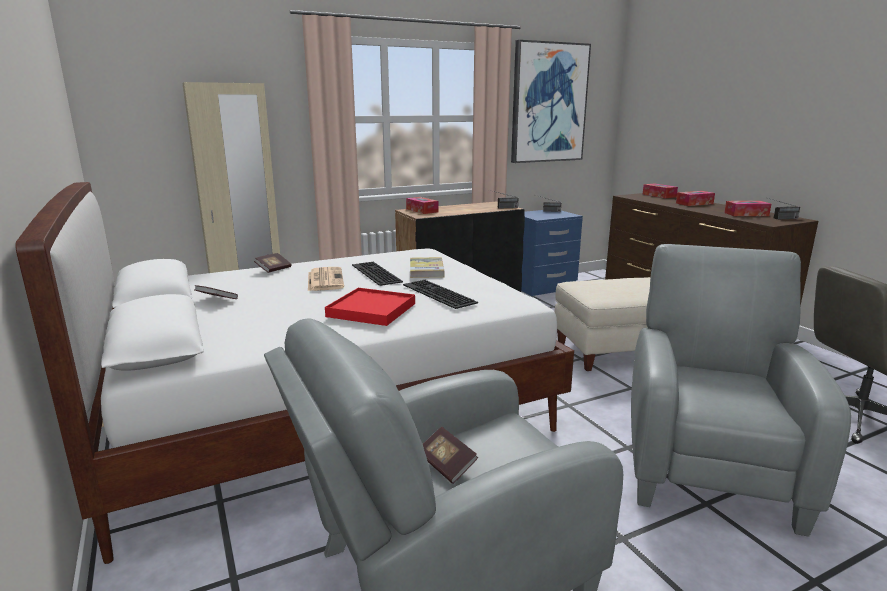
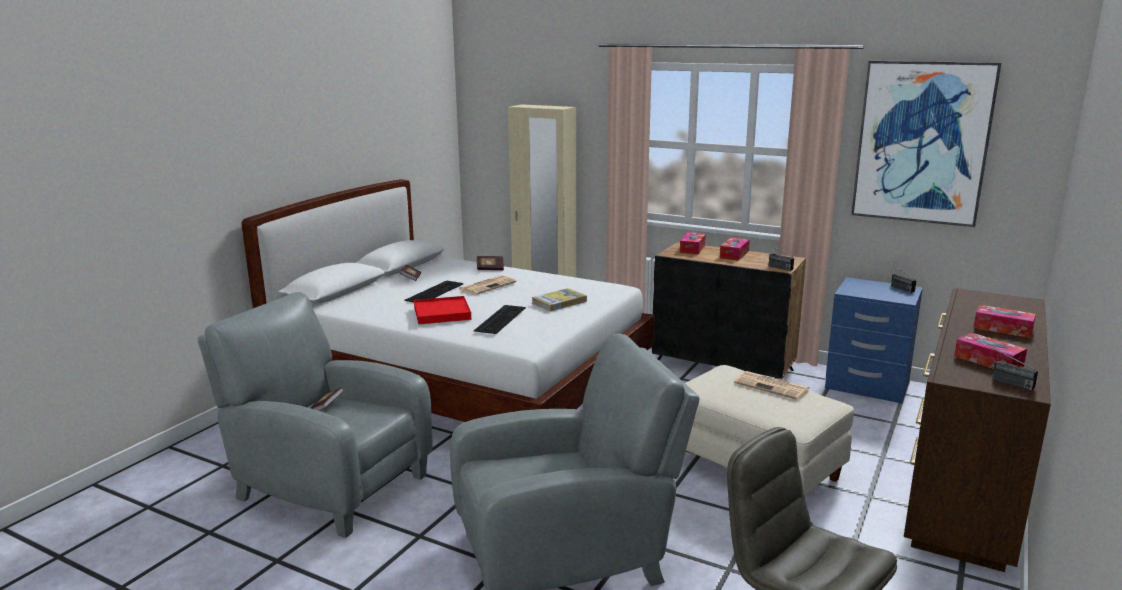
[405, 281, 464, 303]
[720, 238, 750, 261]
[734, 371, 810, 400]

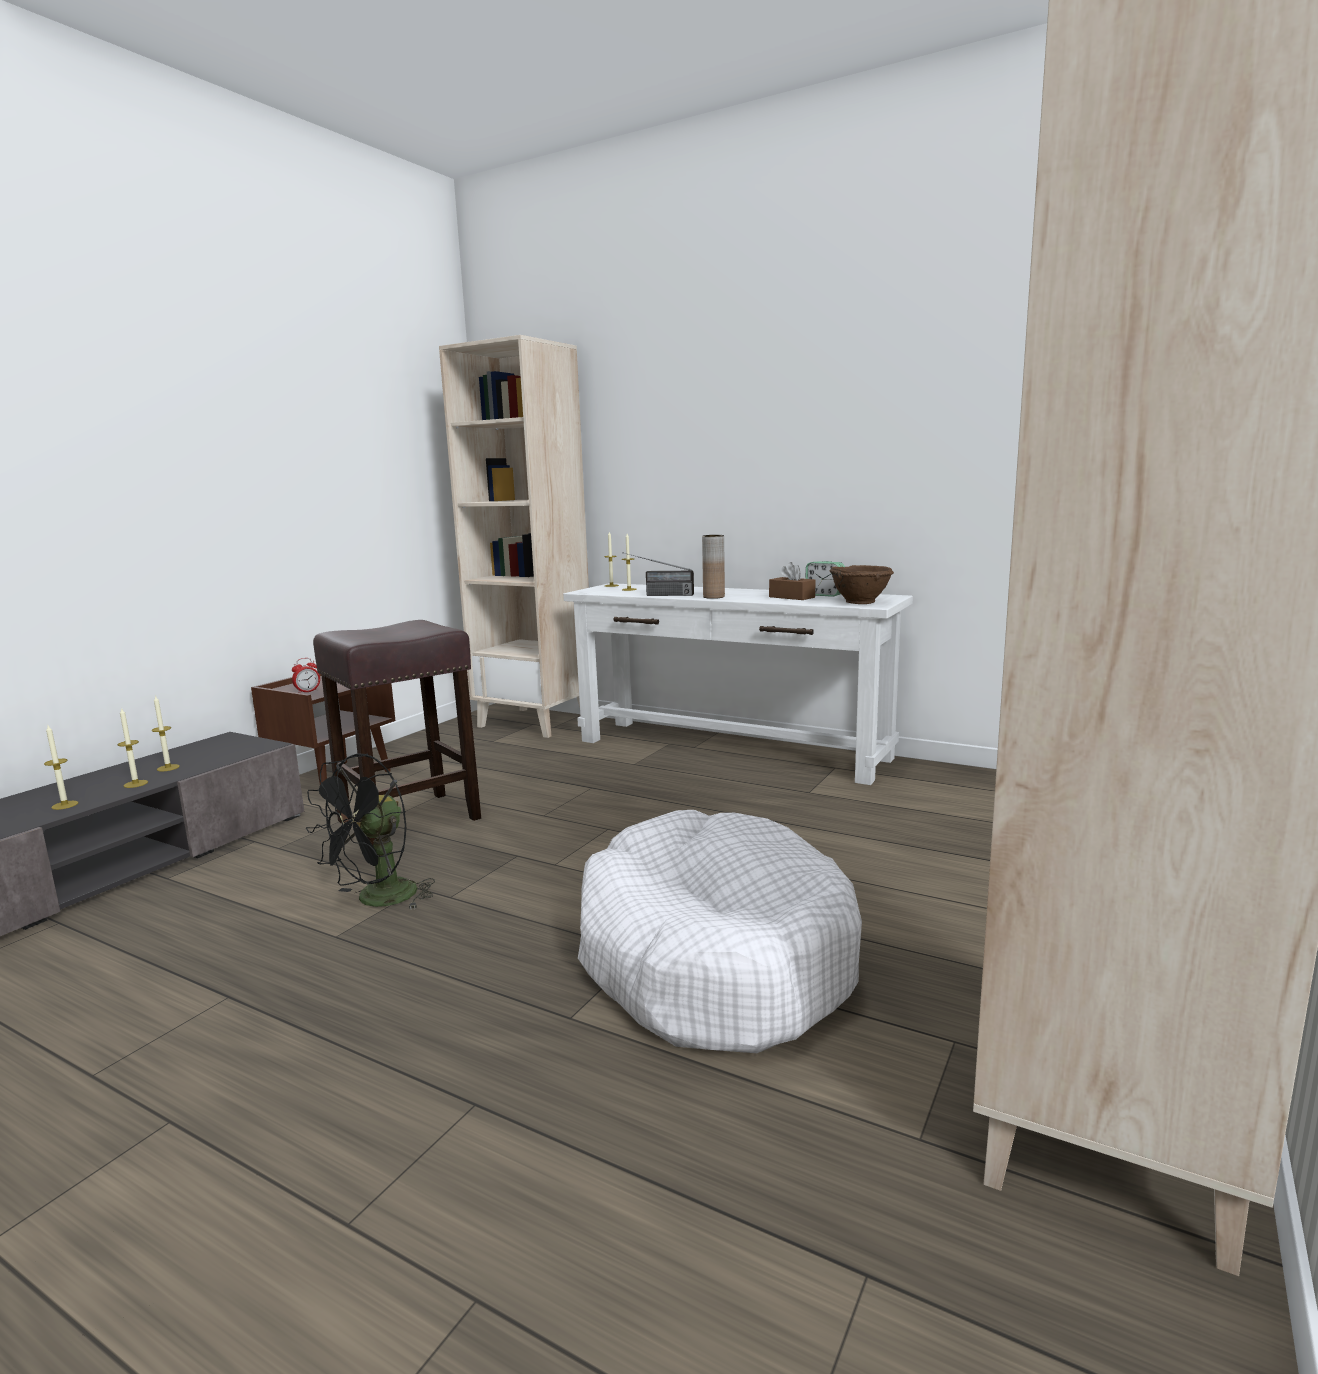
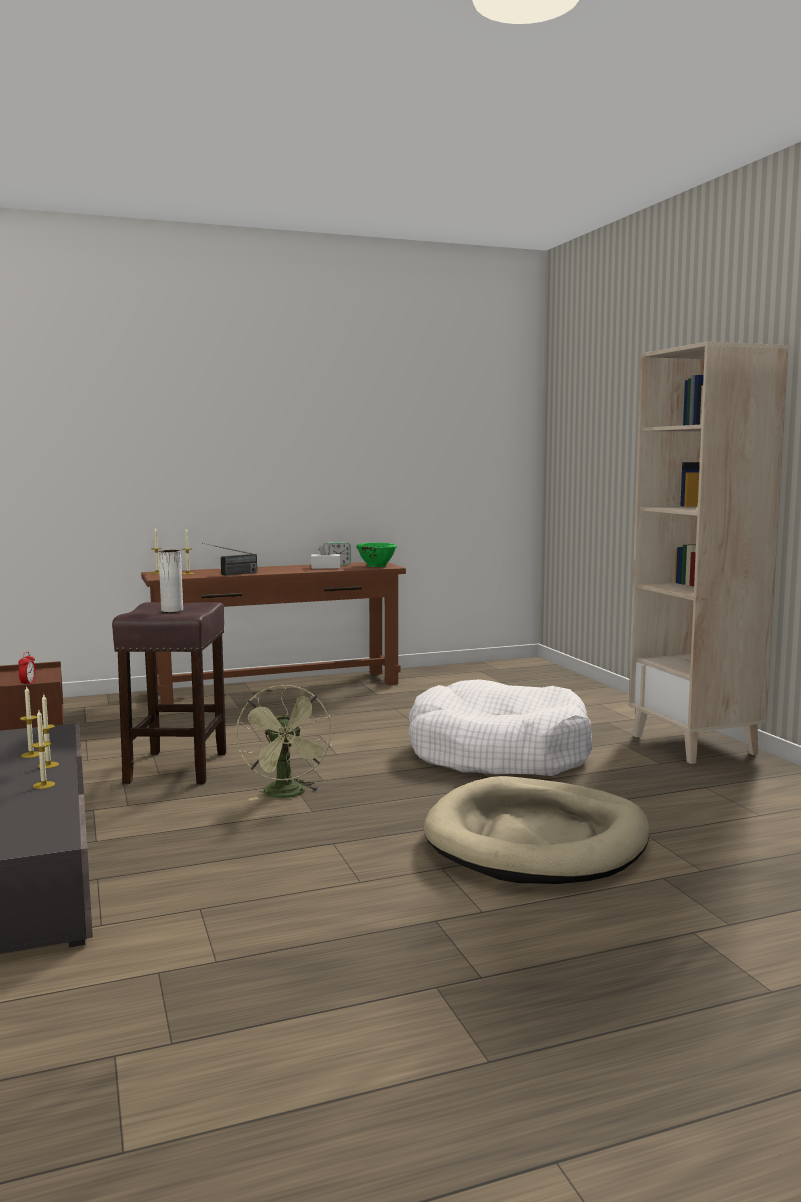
[141, 562, 406, 704]
[159, 550, 183, 612]
[236, 685, 331, 800]
[311, 543, 341, 569]
[356, 543, 397, 567]
[424, 776, 649, 884]
[439, 335, 589, 738] (first image)
[702, 535, 725, 599] (first image)

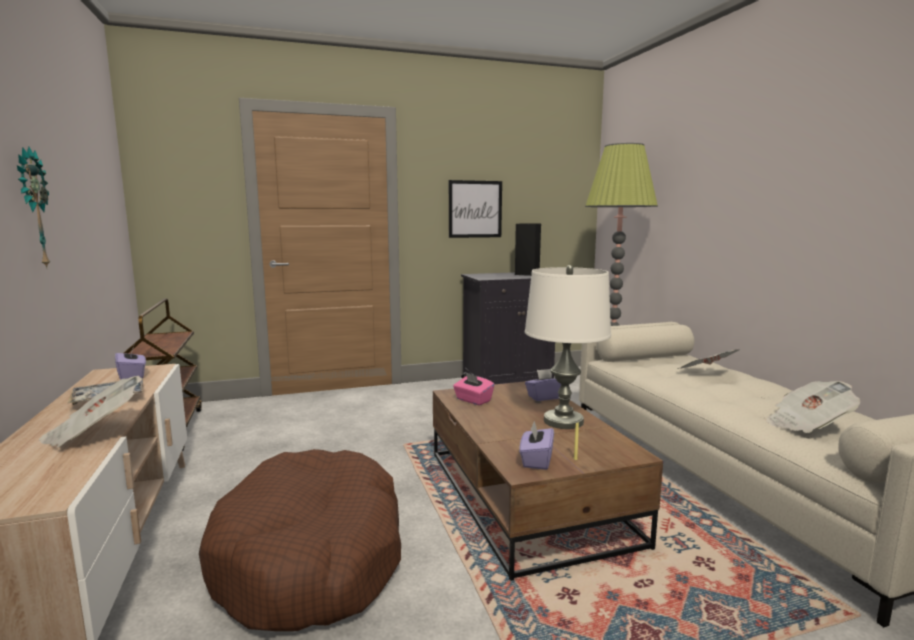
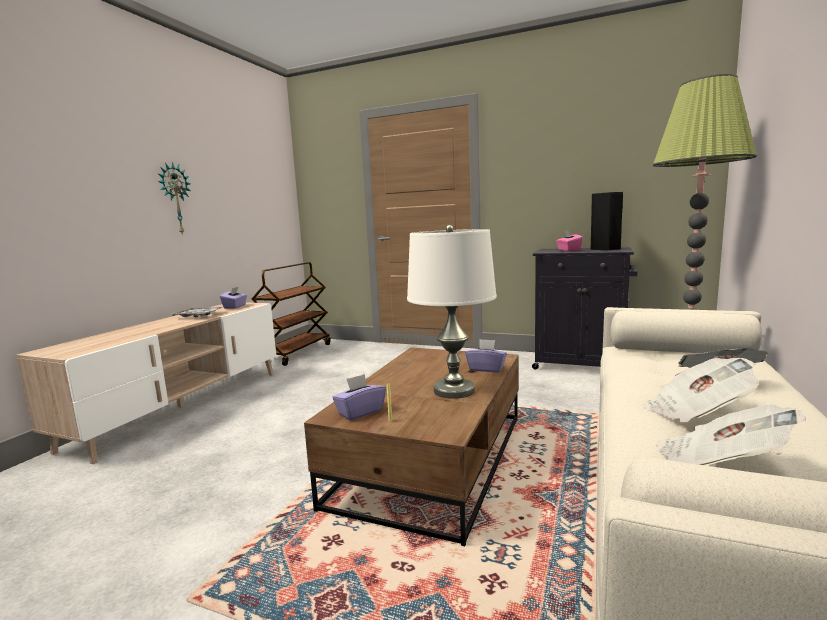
[556, 230, 583, 252]
[644, 358, 759, 422]
[199, 449, 401, 631] (first image)
[449, 180, 502, 238] (first image)

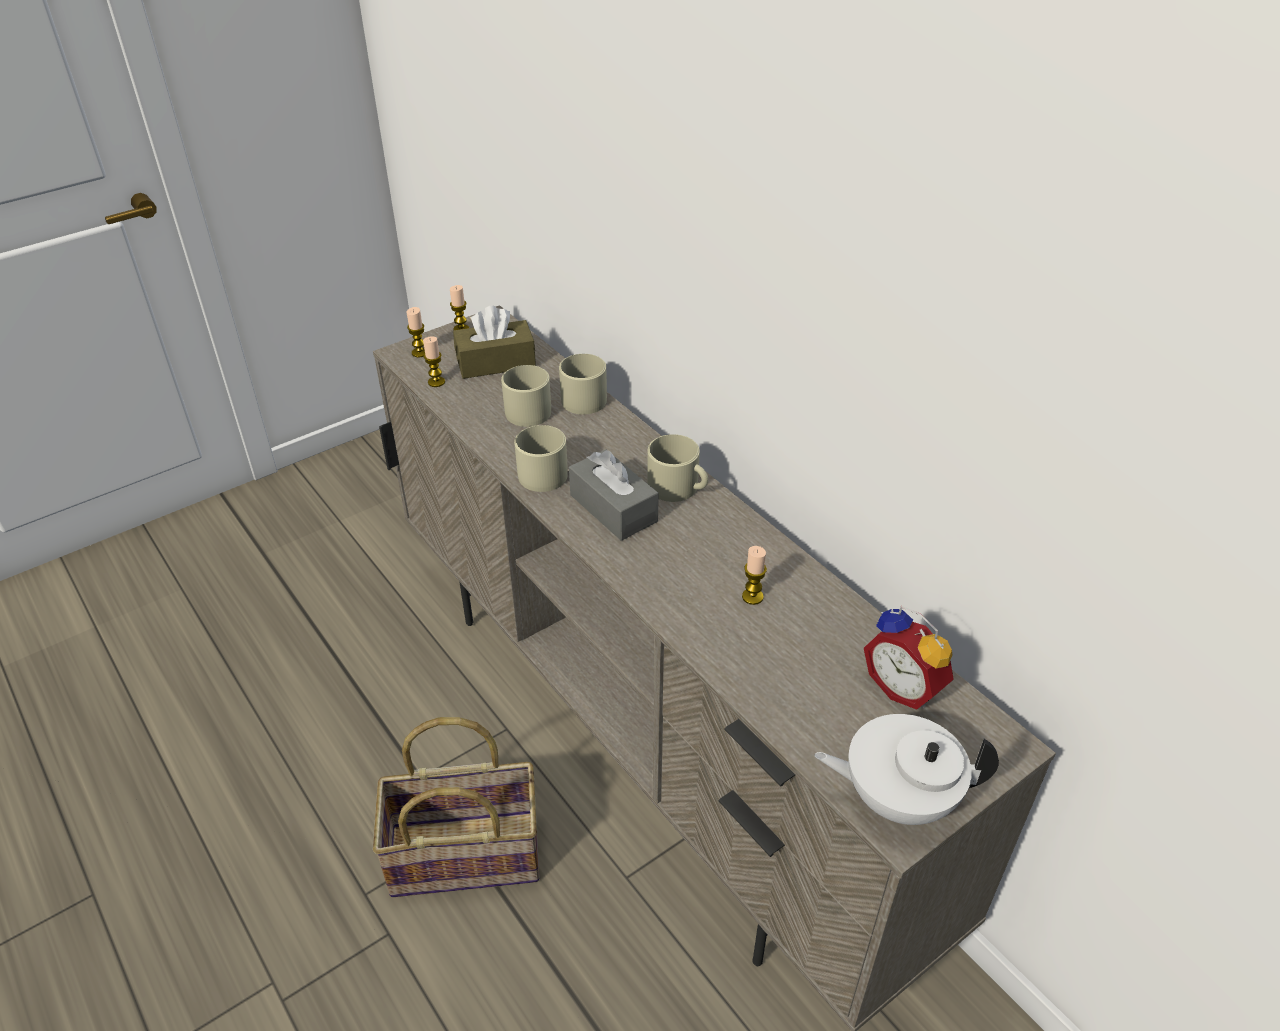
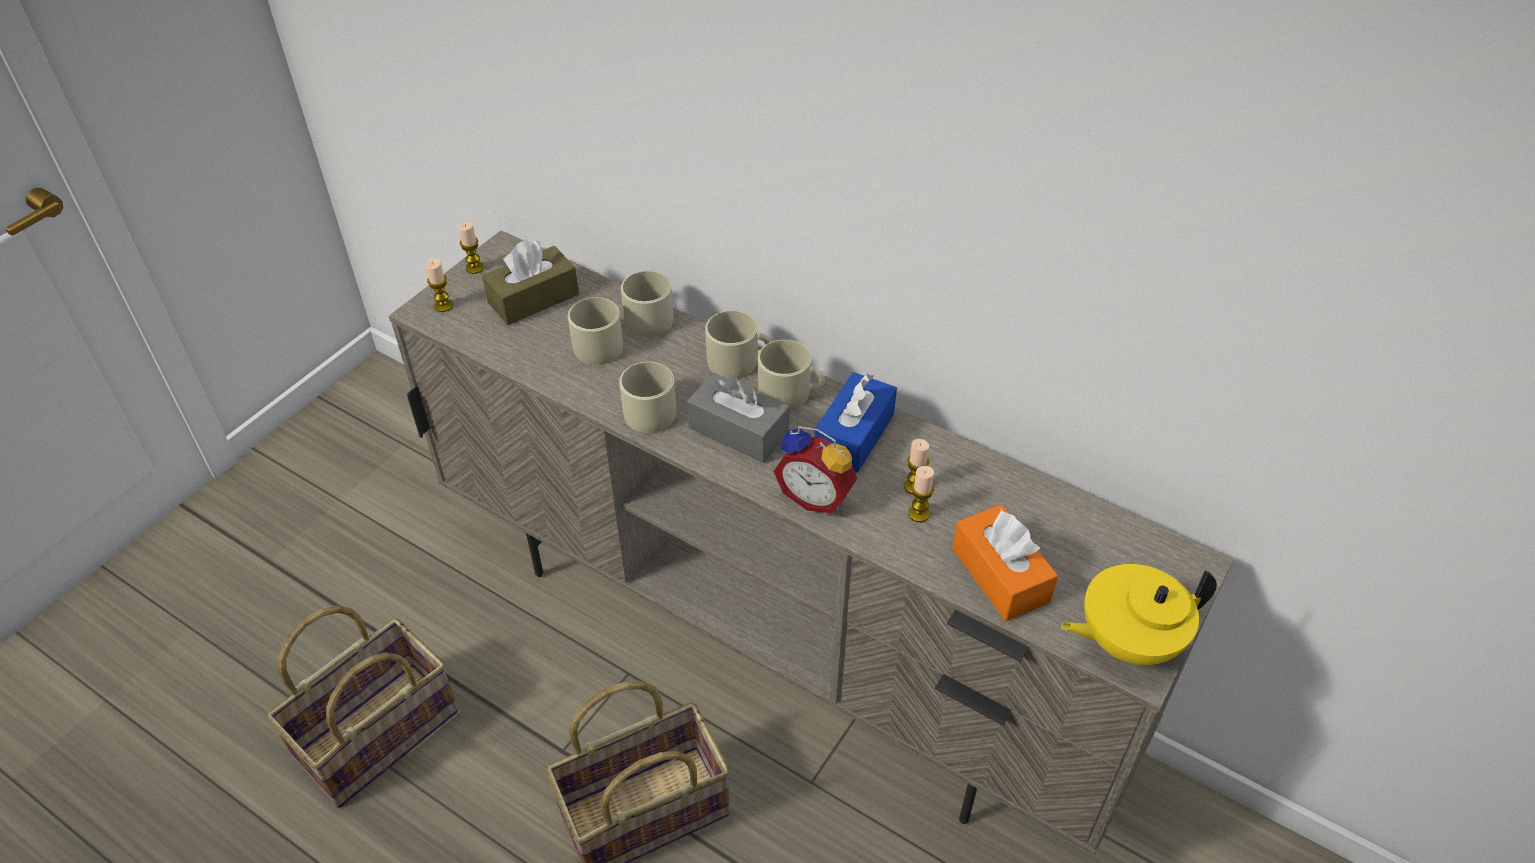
[266, 605, 458, 808]
[705, 311, 772, 379]
[773, 426, 857, 513]
[814, 372, 897, 473]
[908, 466, 934, 522]
[952, 504, 1058, 621]
[1061, 564, 1217, 665]

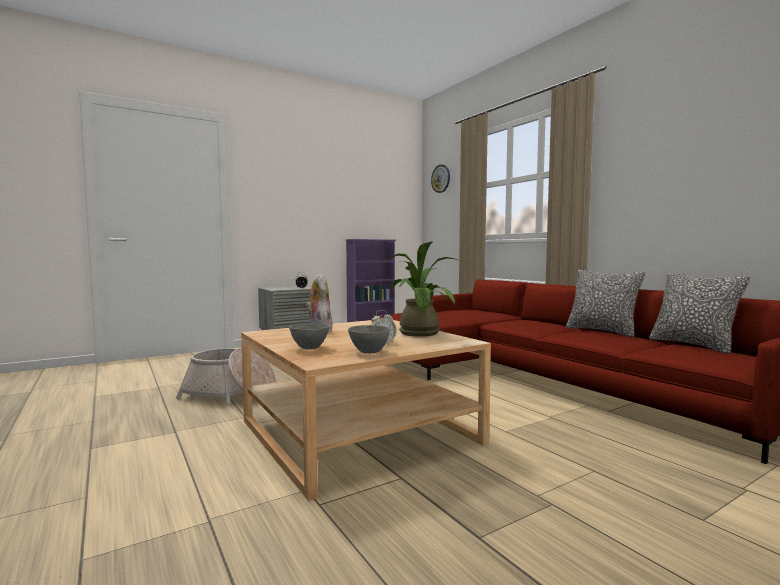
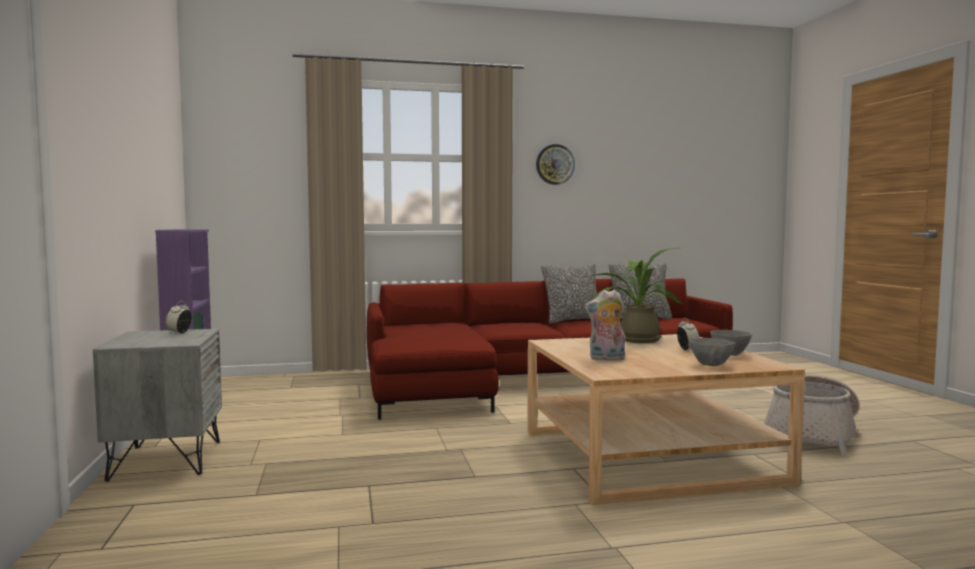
[536, 144, 575, 185]
[764, 374, 859, 456]

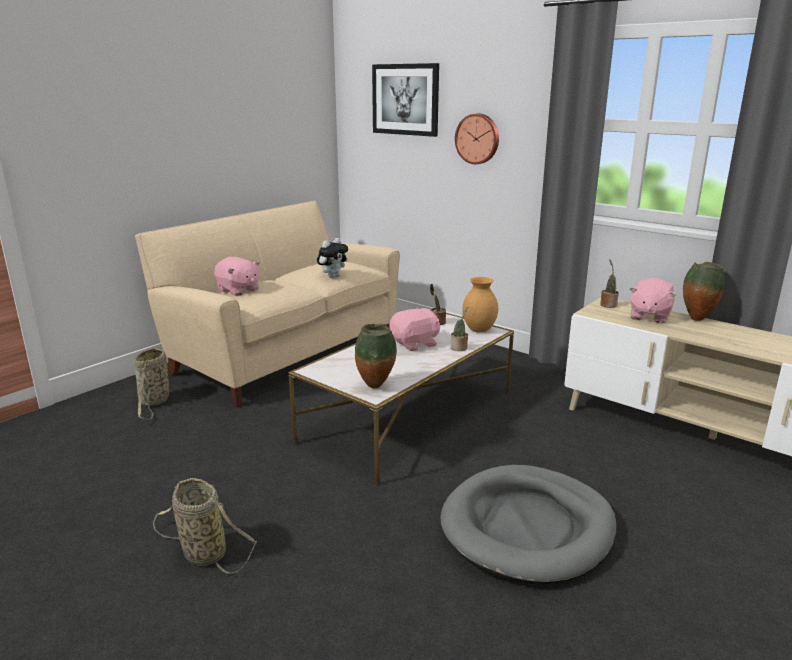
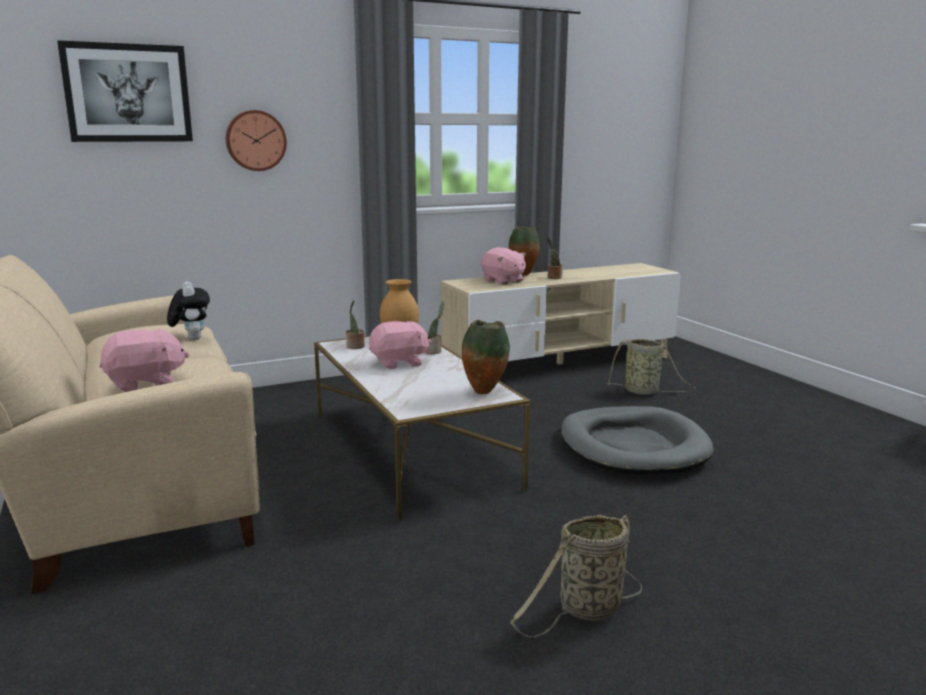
[369, 321, 432, 369]
[547, 237, 563, 279]
[605, 339, 697, 395]

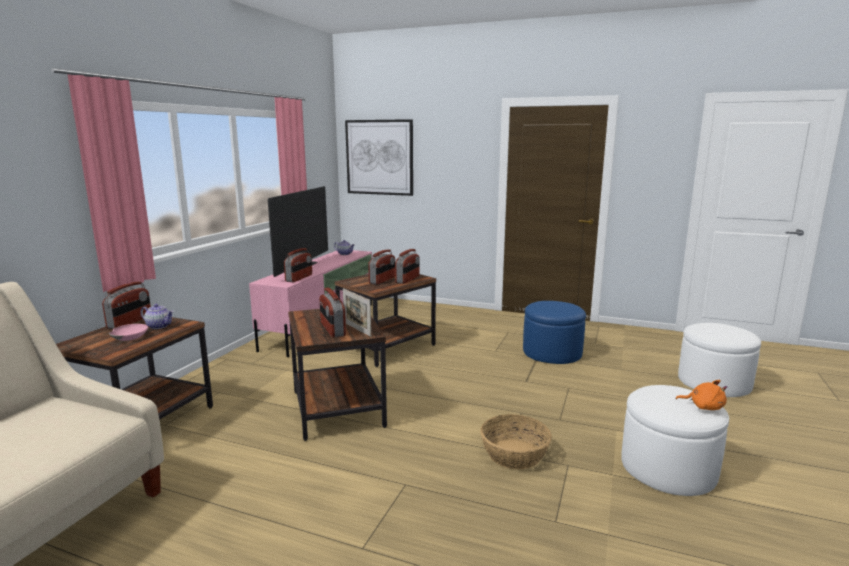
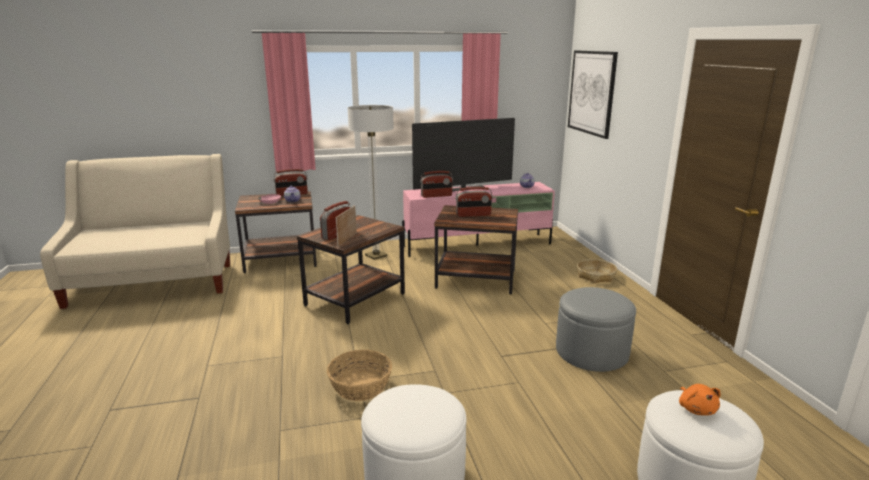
[347, 105, 394, 260]
[556, 287, 636, 372]
[577, 259, 617, 283]
[679, 384, 721, 416]
[395, 249, 420, 284] (first image)

